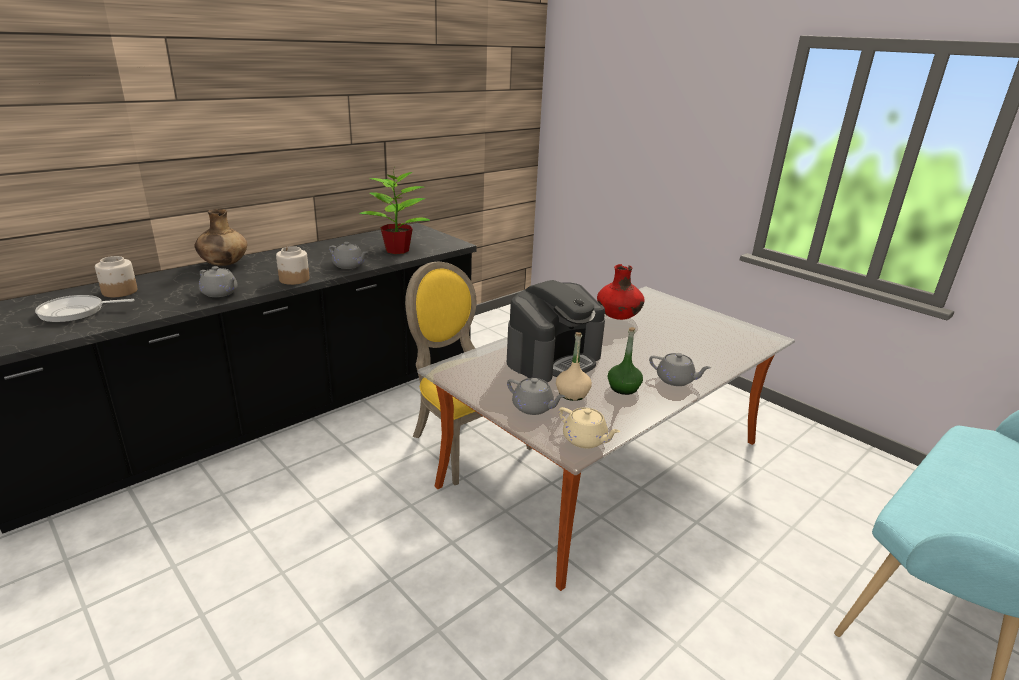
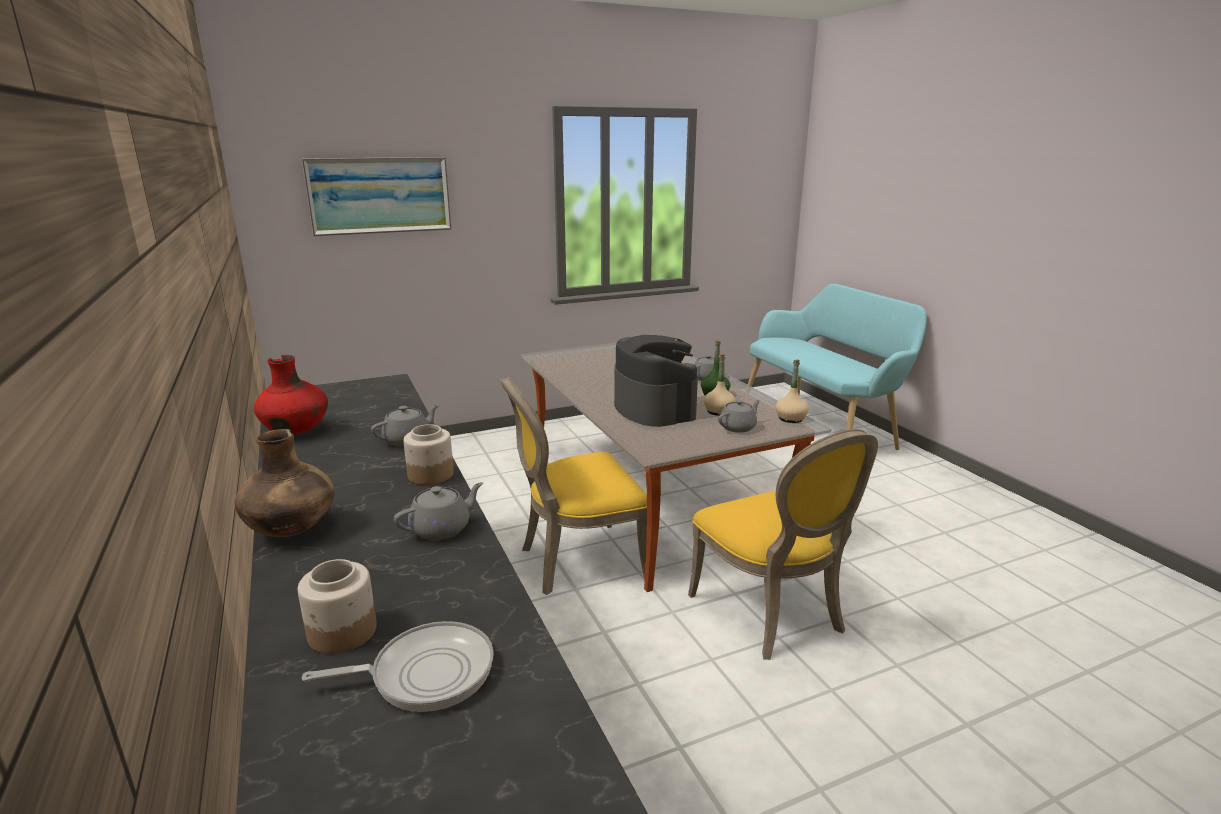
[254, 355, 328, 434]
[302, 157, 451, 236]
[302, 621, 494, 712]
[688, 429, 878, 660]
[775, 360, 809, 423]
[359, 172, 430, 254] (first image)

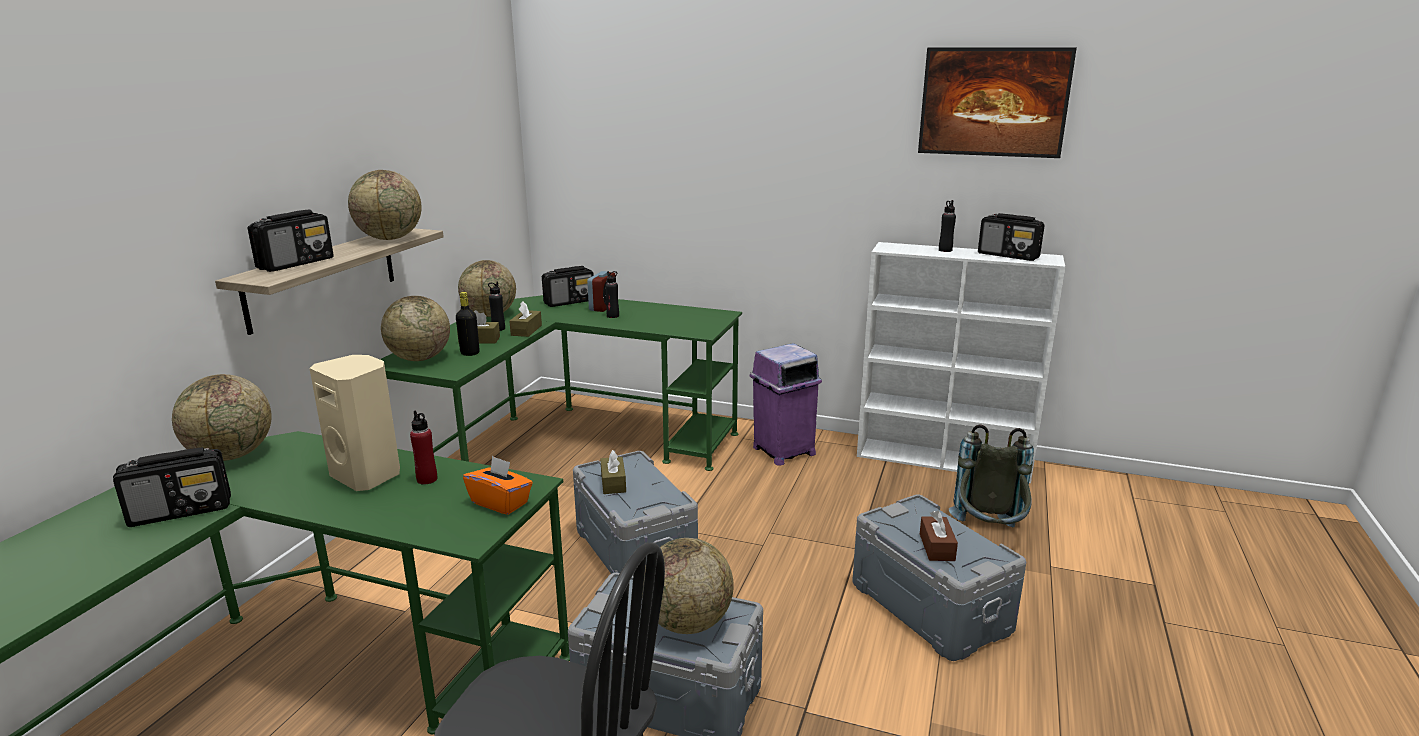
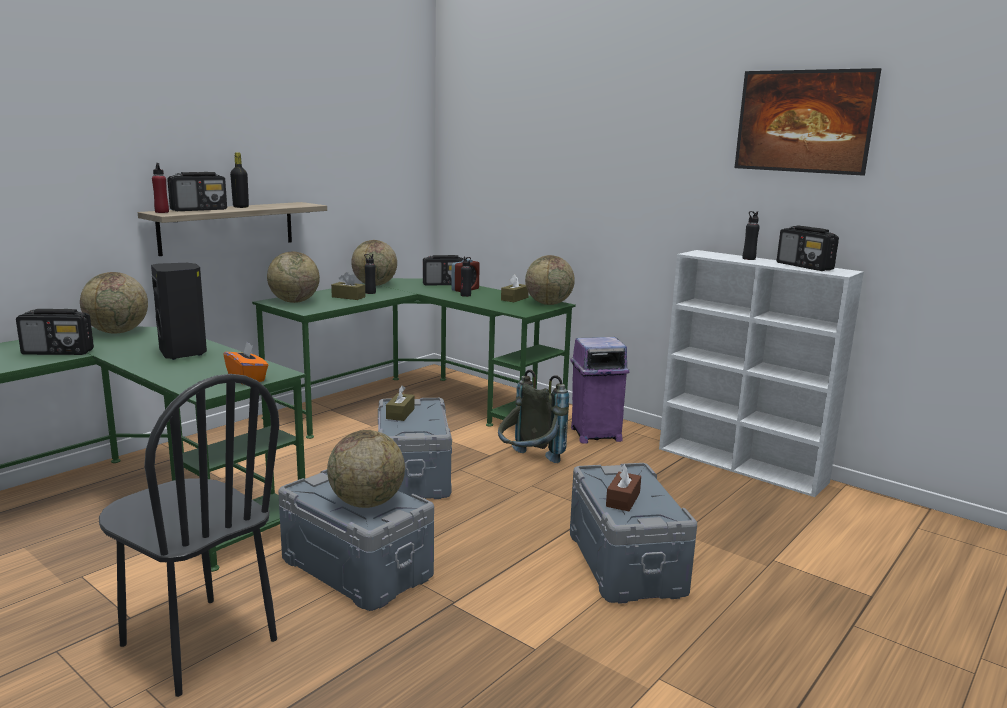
[151, 263, 207, 360]
[152, 163, 169, 213]
[230, 152, 249, 208]
[498, 370, 569, 463]
[501, 274, 529, 302]
[525, 255, 575, 305]

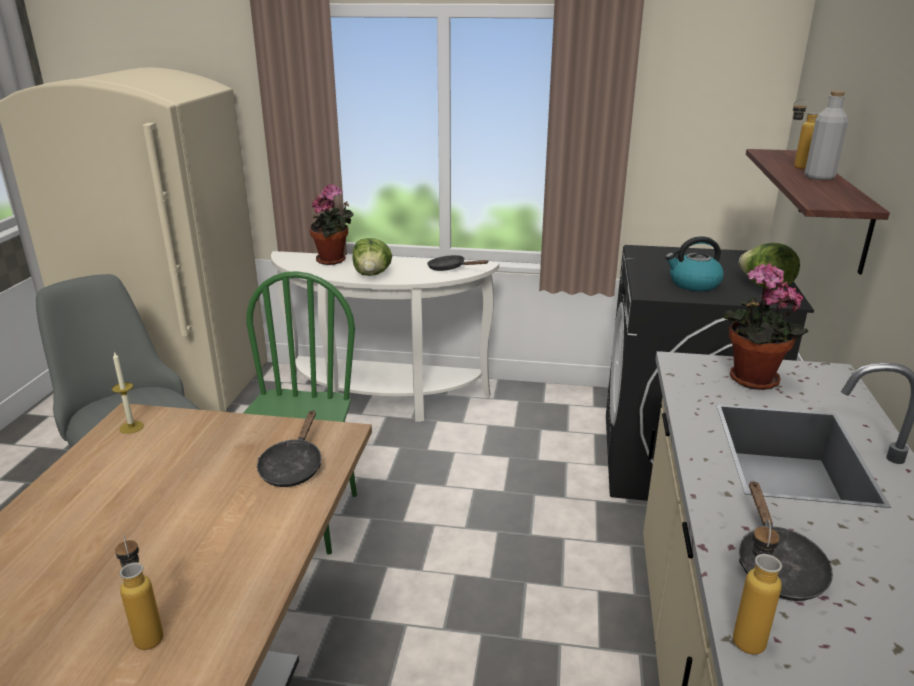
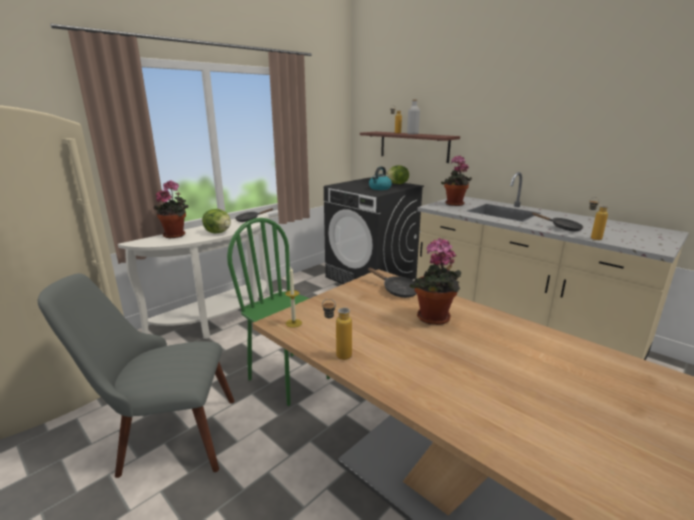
[322, 299, 352, 360]
[410, 238, 461, 325]

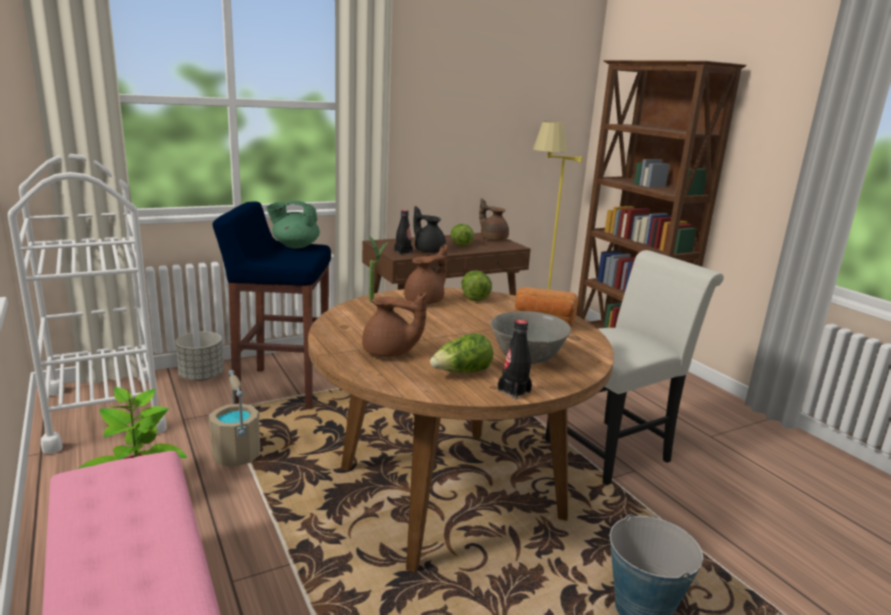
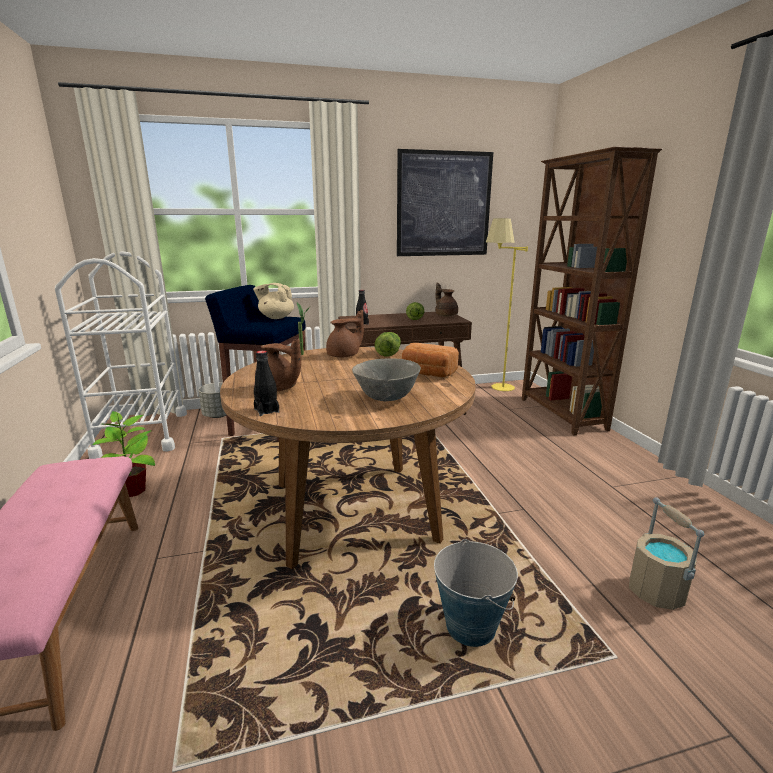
[253, 283, 294, 319]
[254, 351, 279, 416]
[397, 149, 493, 256]
[629, 497, 704, 610]
[413, 206, 446, 253] (first image)
[430, 333, 493, 373] (first image)
[545, 250, 724, 485] (first image)

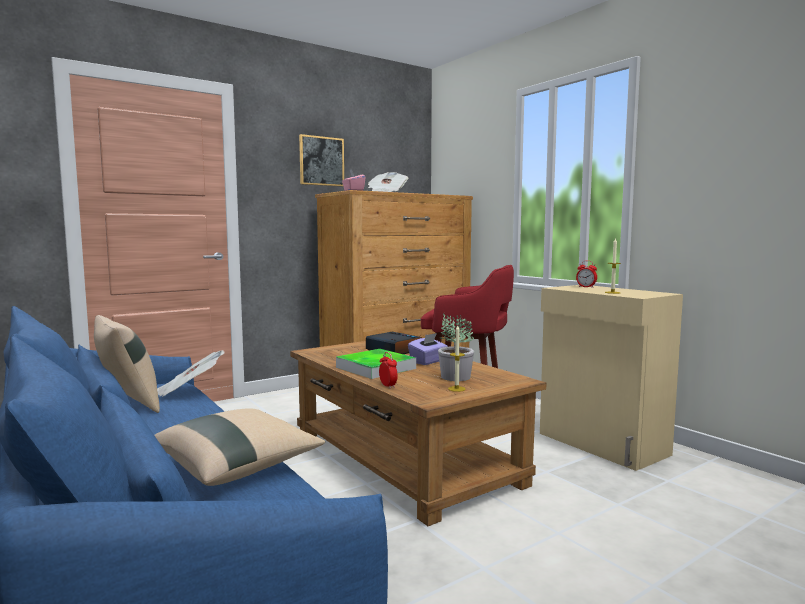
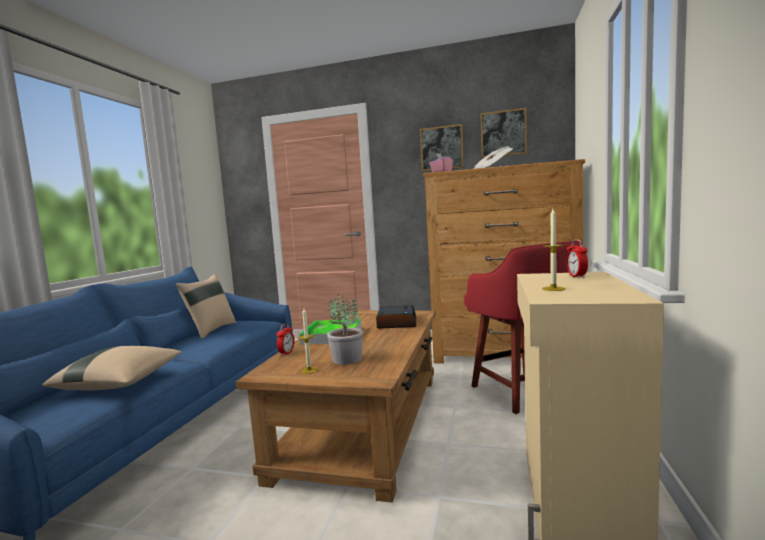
[480, 108, 527, 158]
[157, 350, 225, 397] (first image)
[408, 333, 448, 365] (first image)

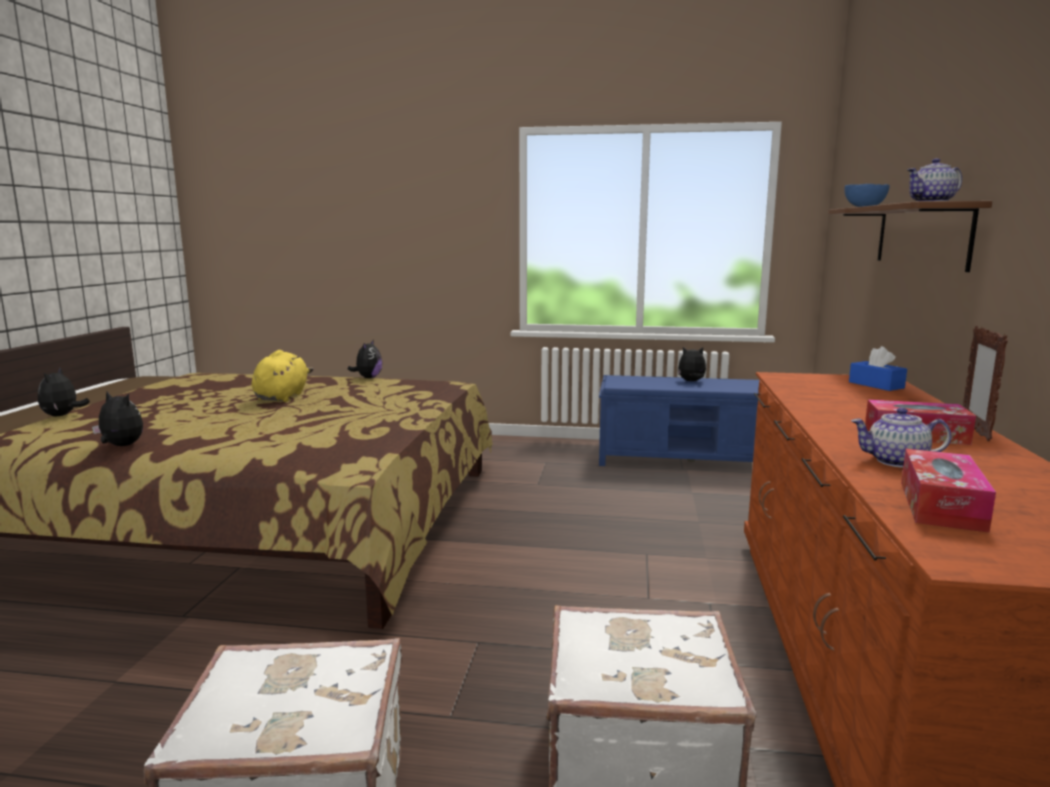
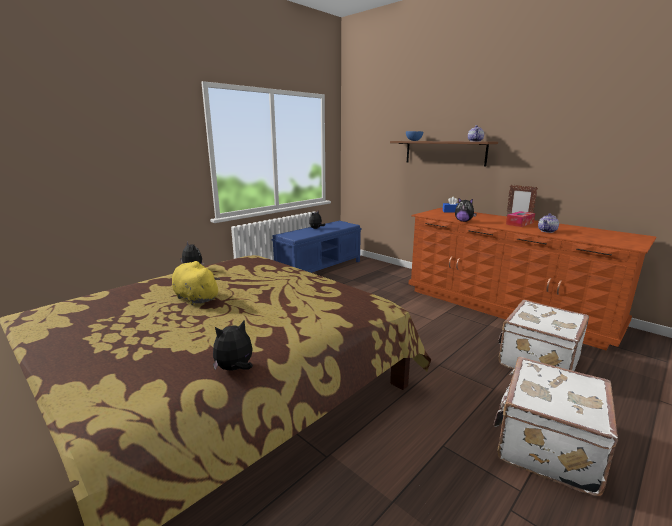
[455, 198, 477, 222]
[901, 449, 996, 533] (first image)

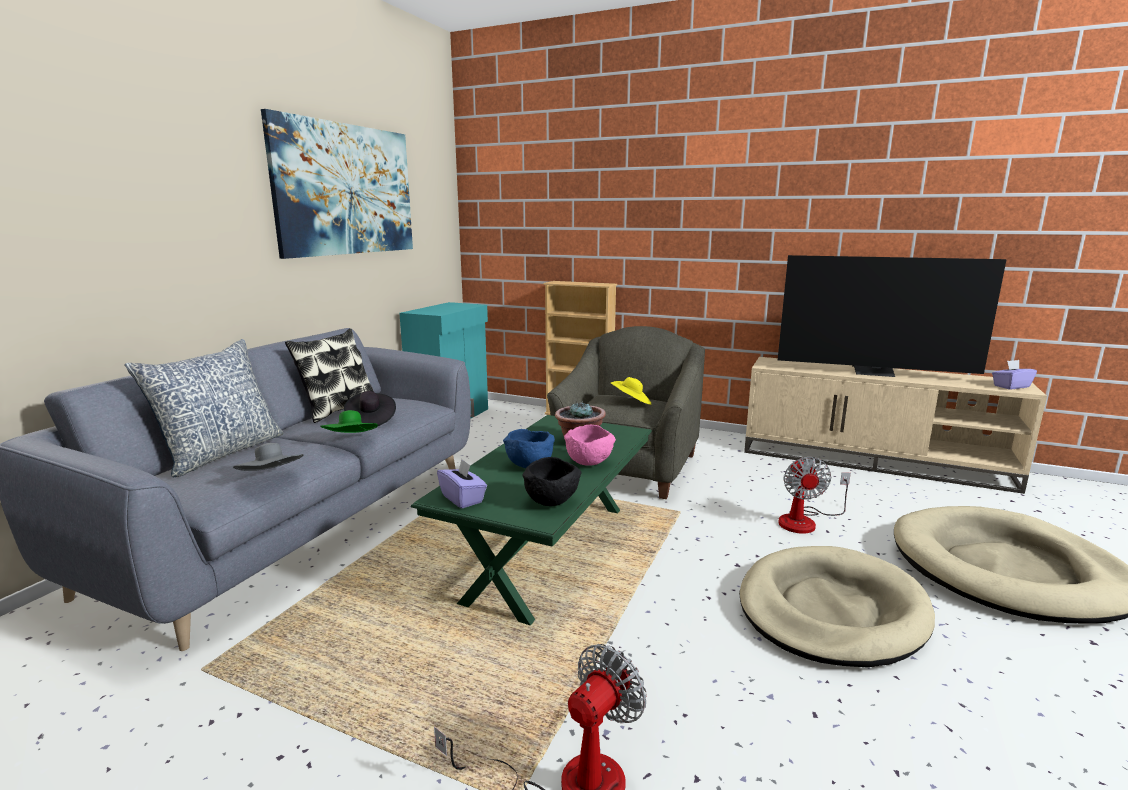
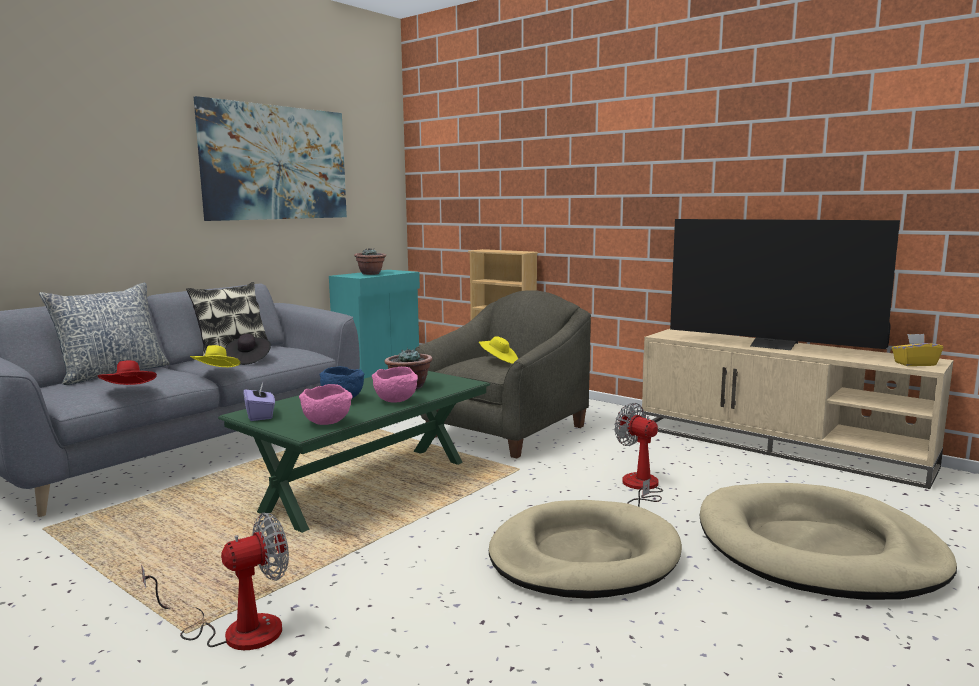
[98, 360, 157, 385]
[190, 345, 240, 367]
[299, 384, 353, 425]
[354, 248, 386, 275]
[614, 402, 663, 507]
[892, 334, 943, 366]

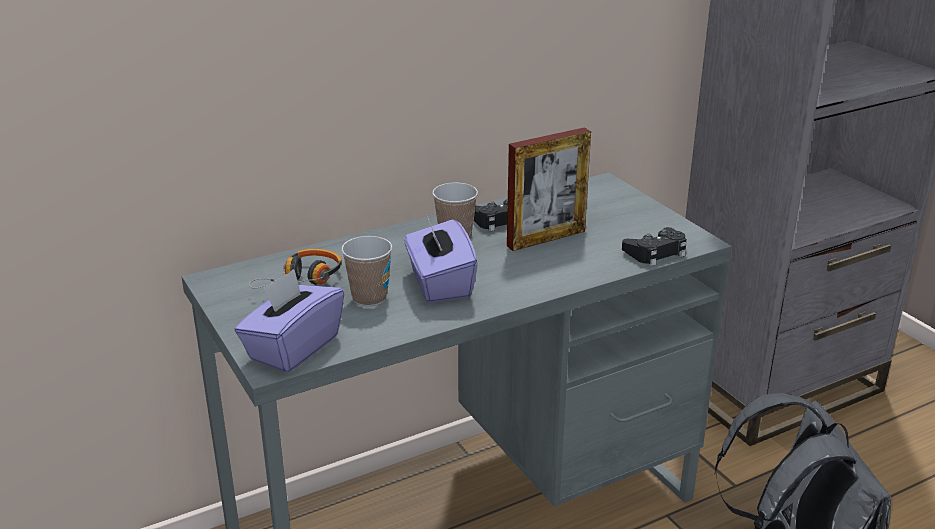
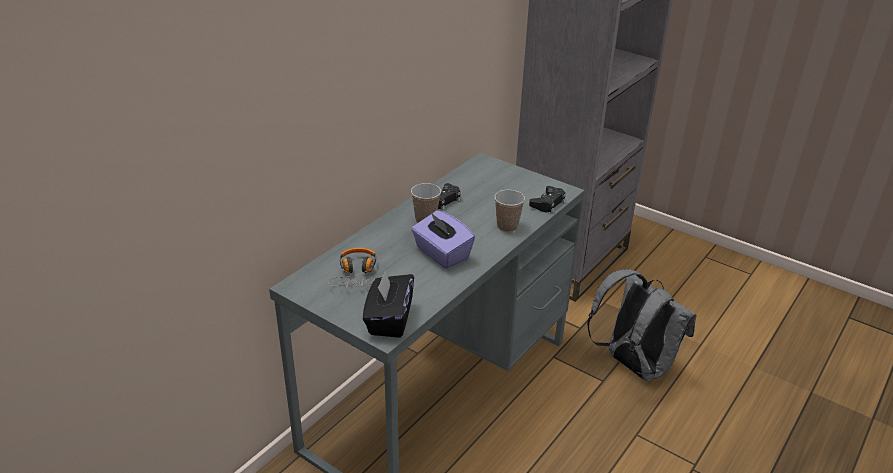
[363, 270, 414, 338]
[494, 190, 525, 232]
[507, 128, 591, 251] (first image)

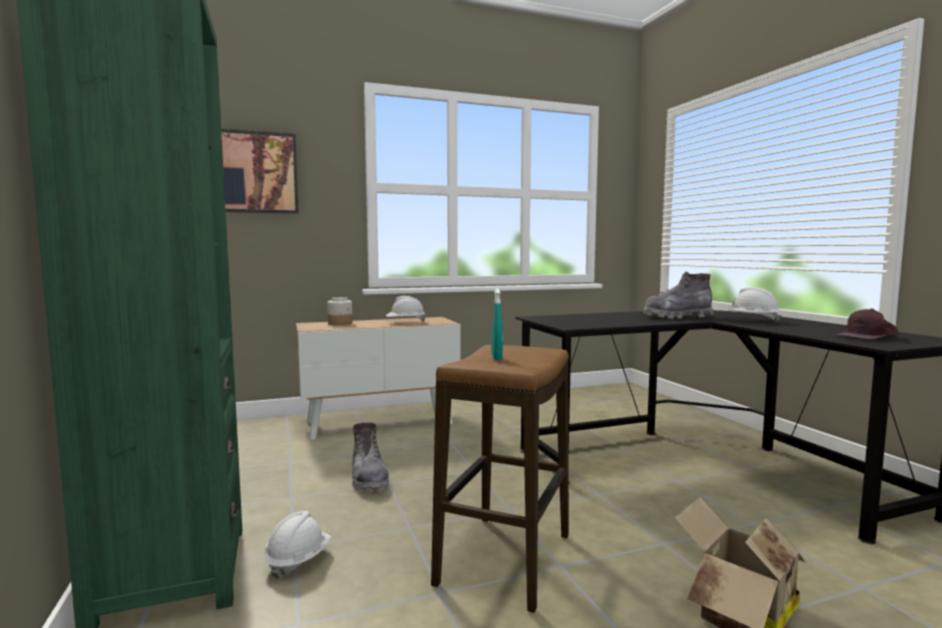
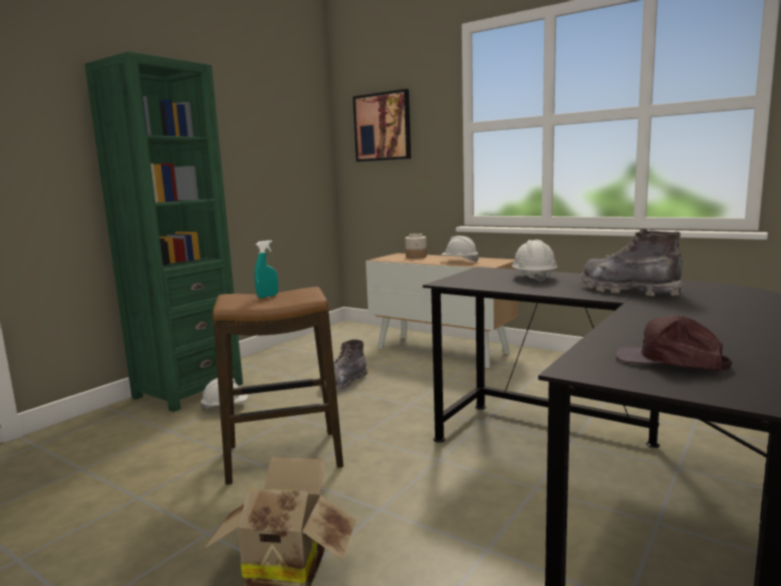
[512, 240, 557, 283]

